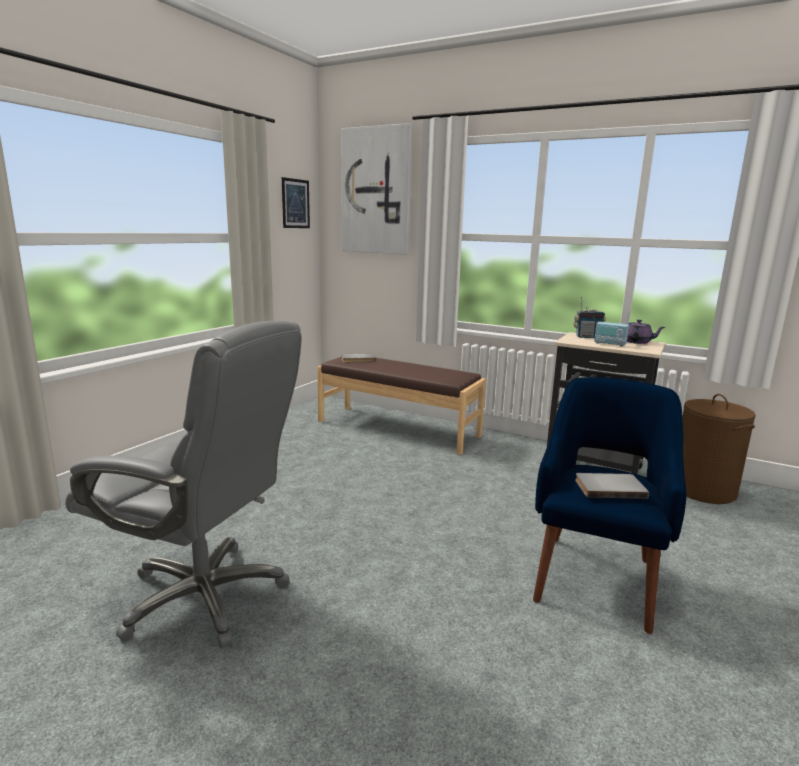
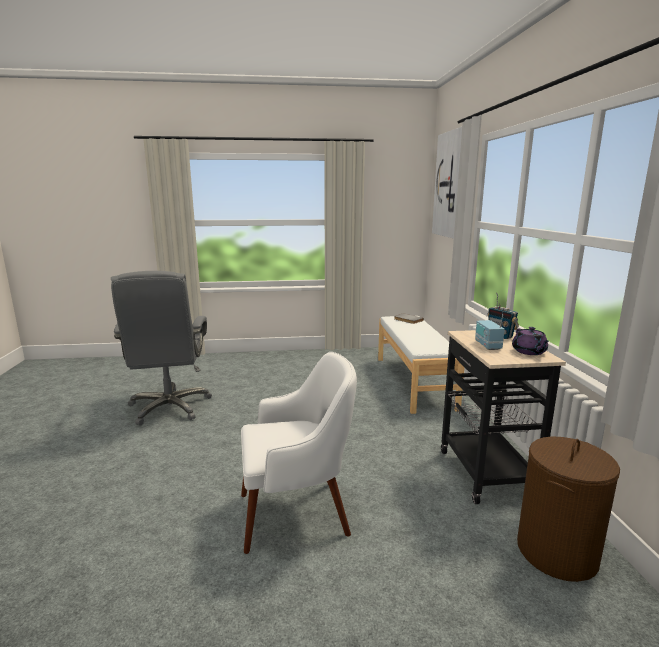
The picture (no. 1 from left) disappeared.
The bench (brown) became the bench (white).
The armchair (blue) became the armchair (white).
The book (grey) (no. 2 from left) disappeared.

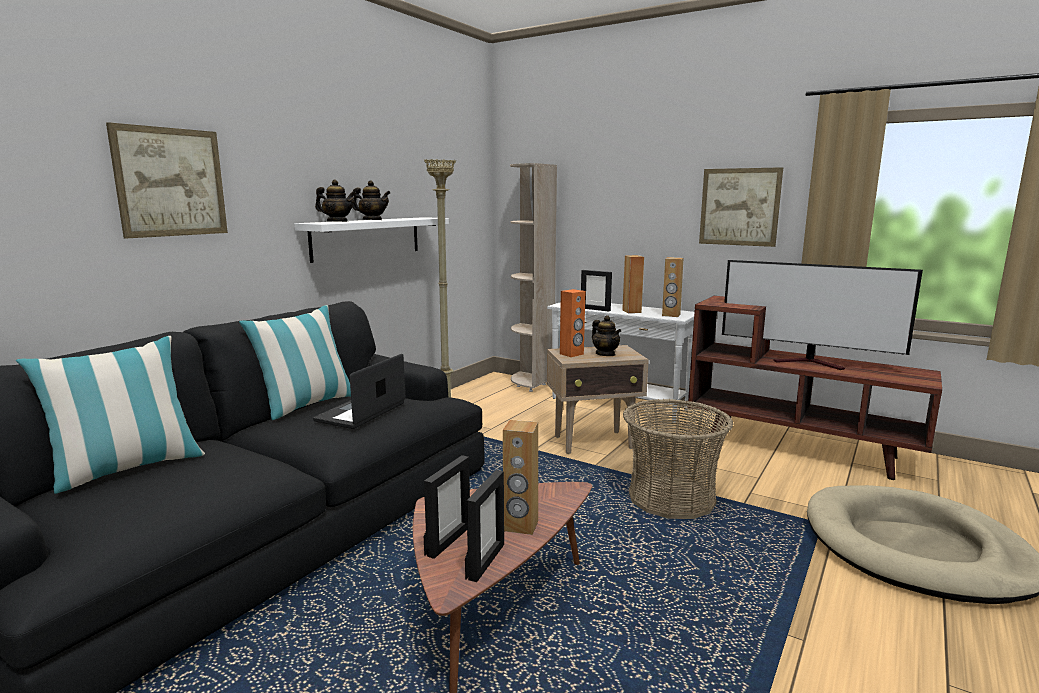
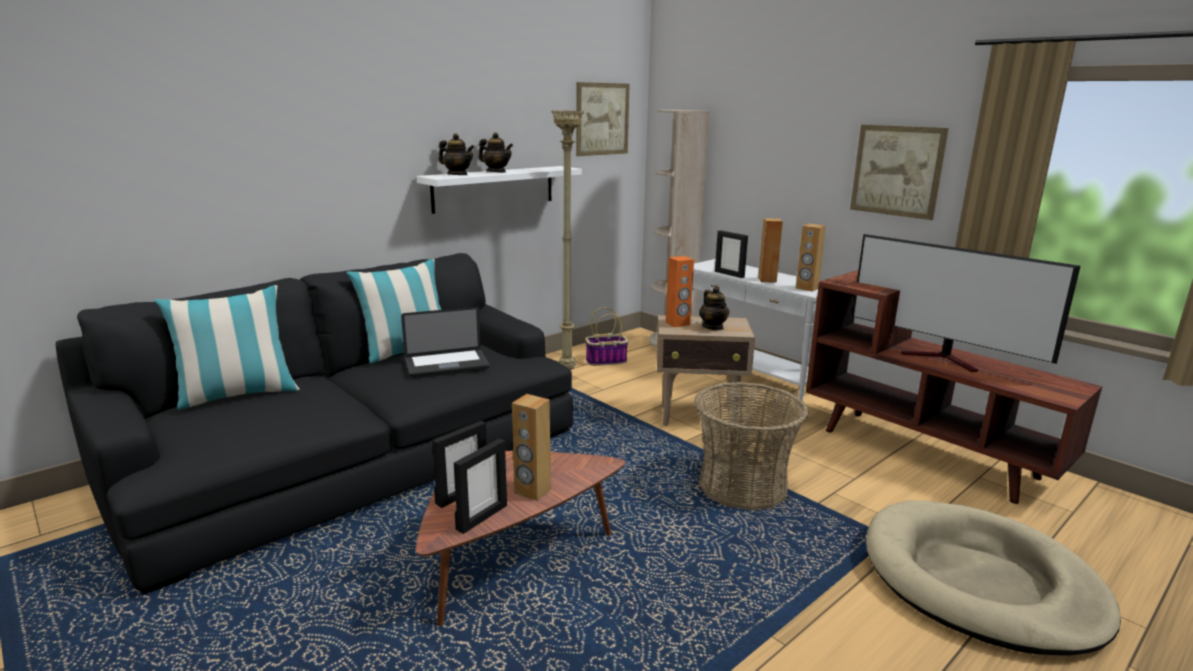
The picture (no. 1 from left) moved.
The laptop turned 150 degrees counterclockwise.
The basket (no. 1 from left) appeared.

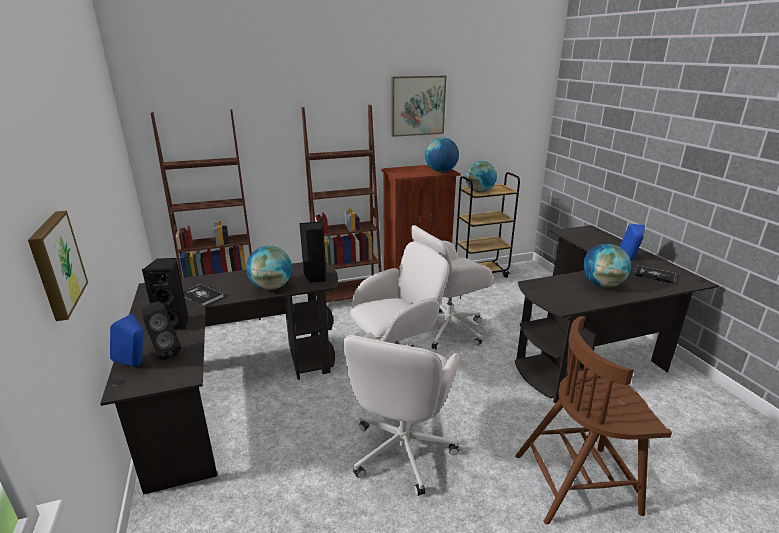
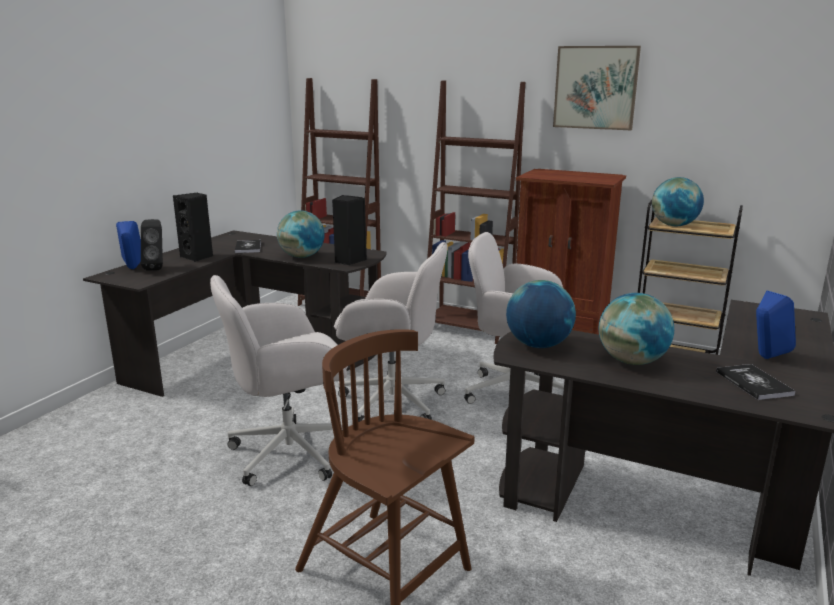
The picture (no. 1 from left) disappeared.
The globe (no. 2 from left) moved.

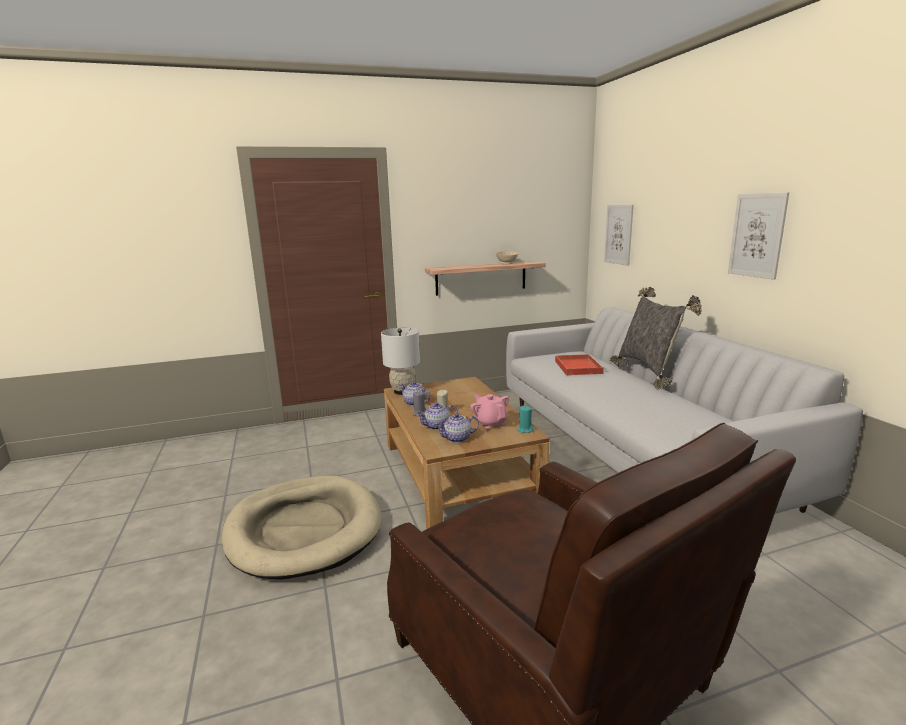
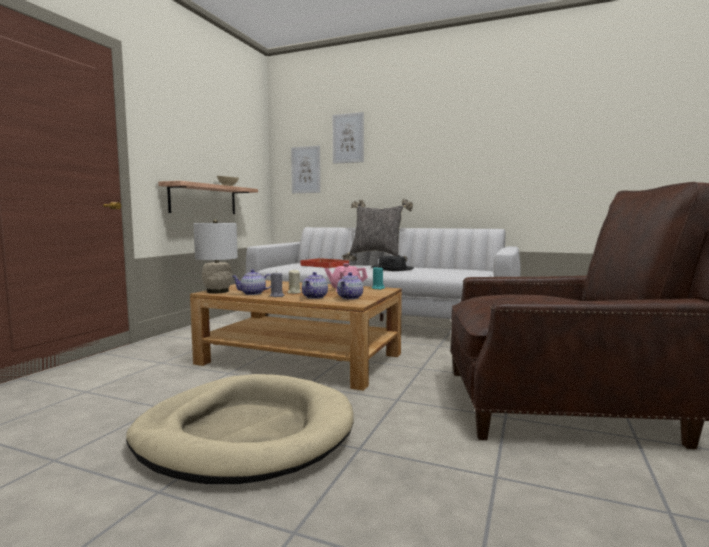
The picture (no. 2 from left) moved.
The hat (black) appeared.

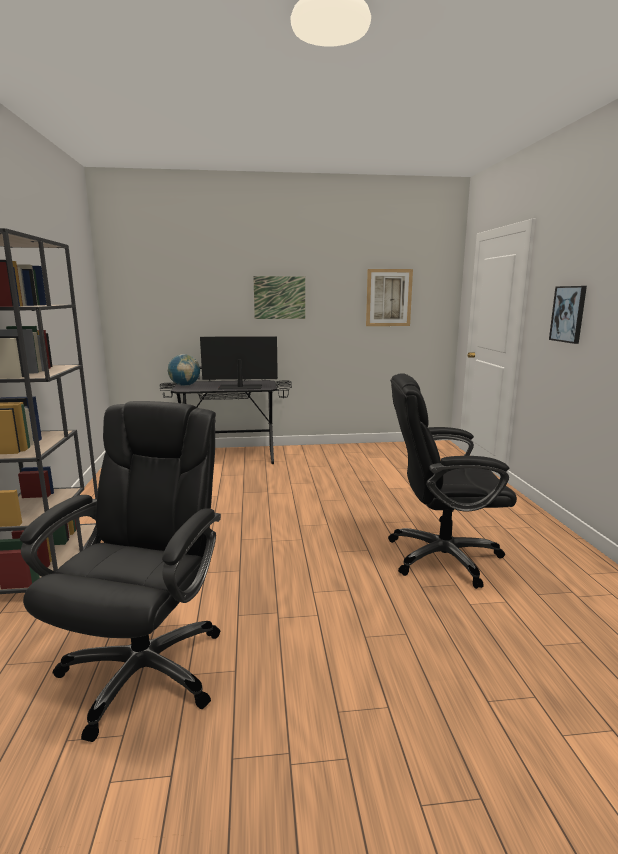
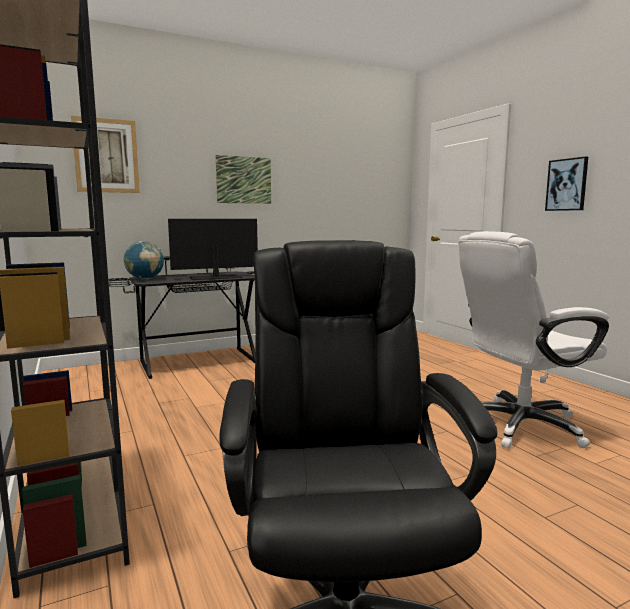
The picture (no. 2 from left in the first image) moved.
The office chair (black) (no. 2 from left) became the office chair (white).

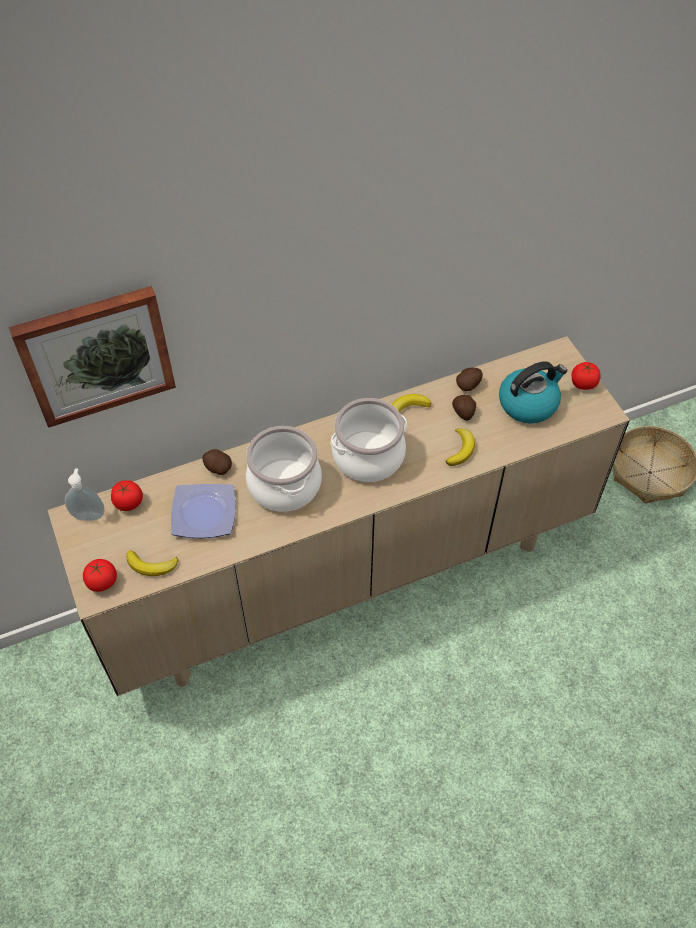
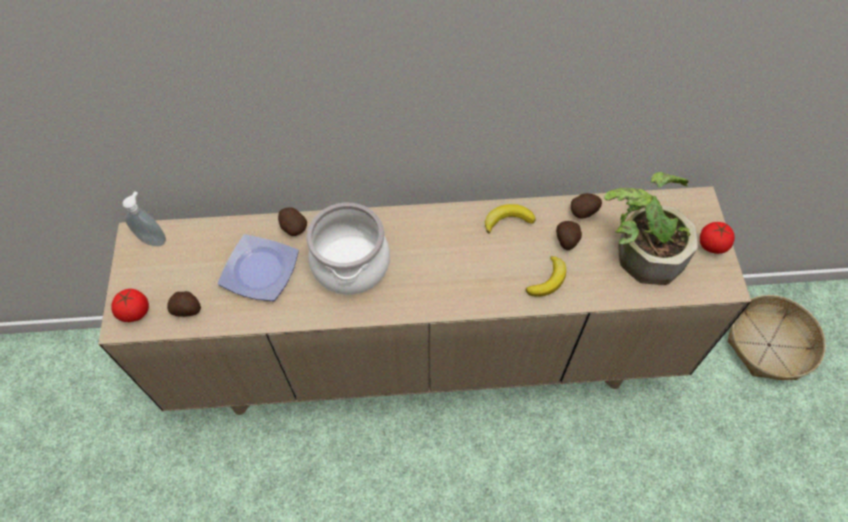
The picture disappeared.
The tomato (no. 2 from left) disappeared.
The banana (no. 1 from left) was replaced by the potato (no. 1 from left).
The cooking pot (no. 2 from left) disappeared.
The kettle was replaced by the potted plant.

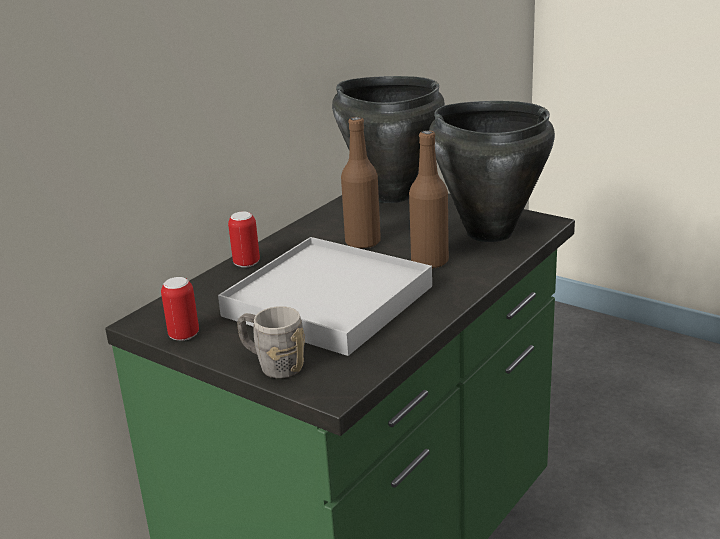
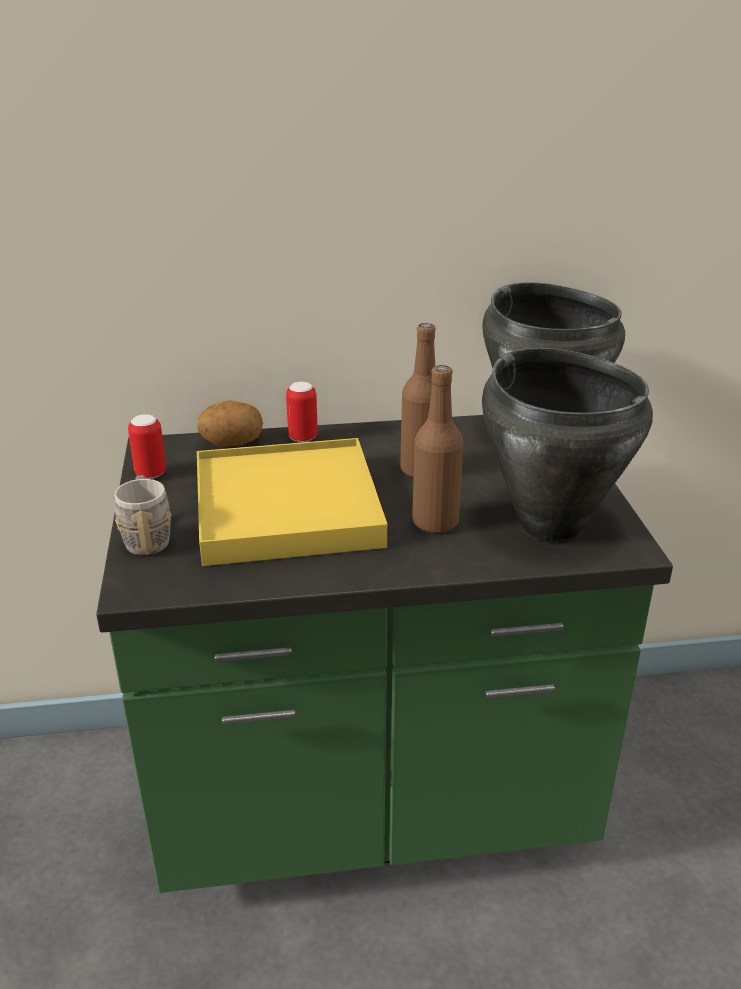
The tray (white) became the tray (yellow).
The potato appeared.

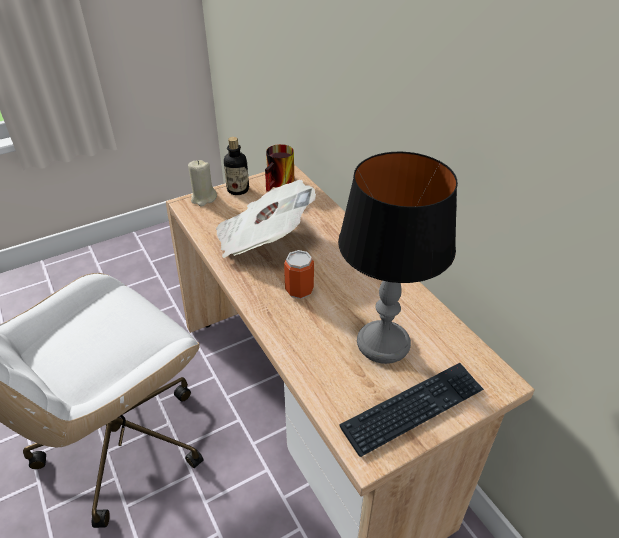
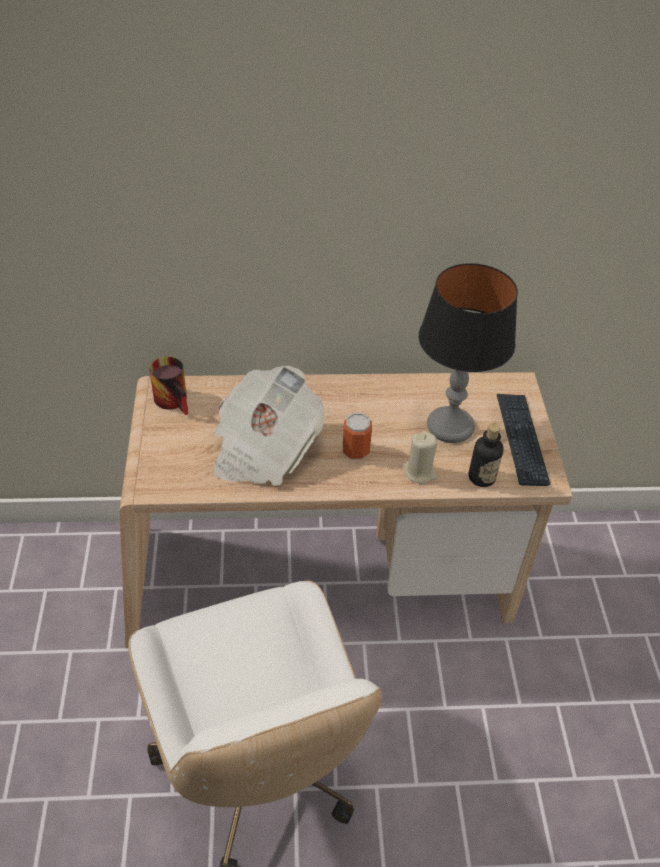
The candle (beige) moved.
The bottle moved.

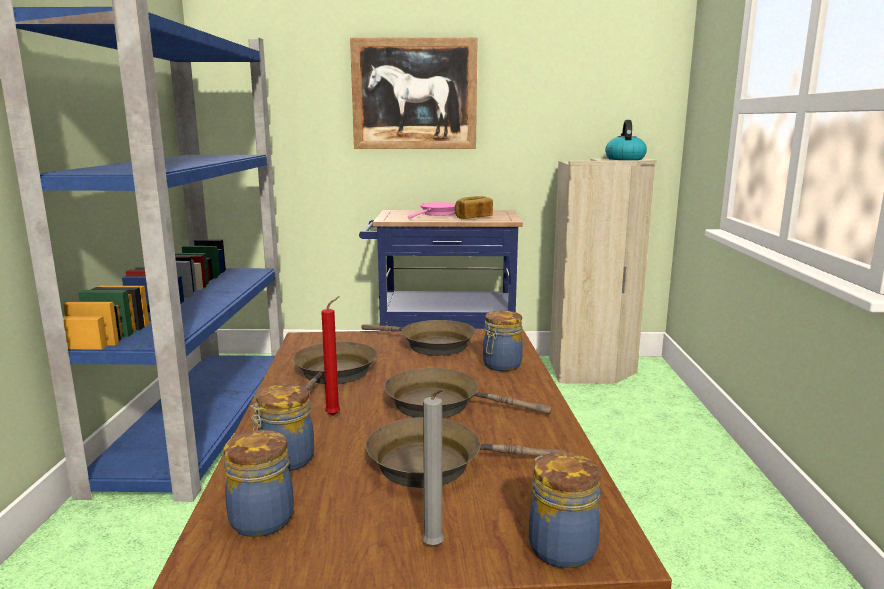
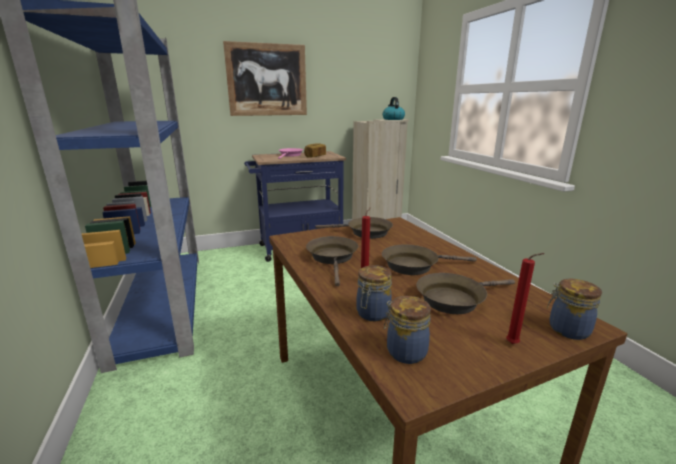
The candle (grey) became the candle (red) (no. 2 from left).
The jar (no. 3 from left) disappeared.

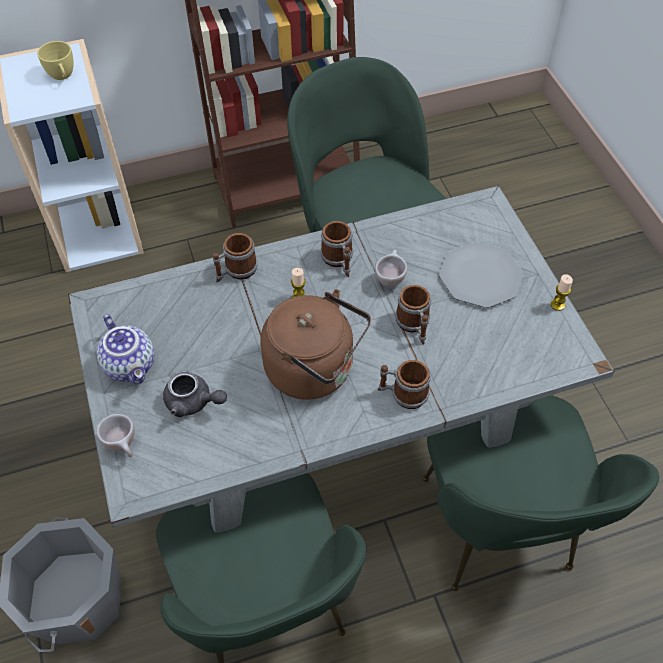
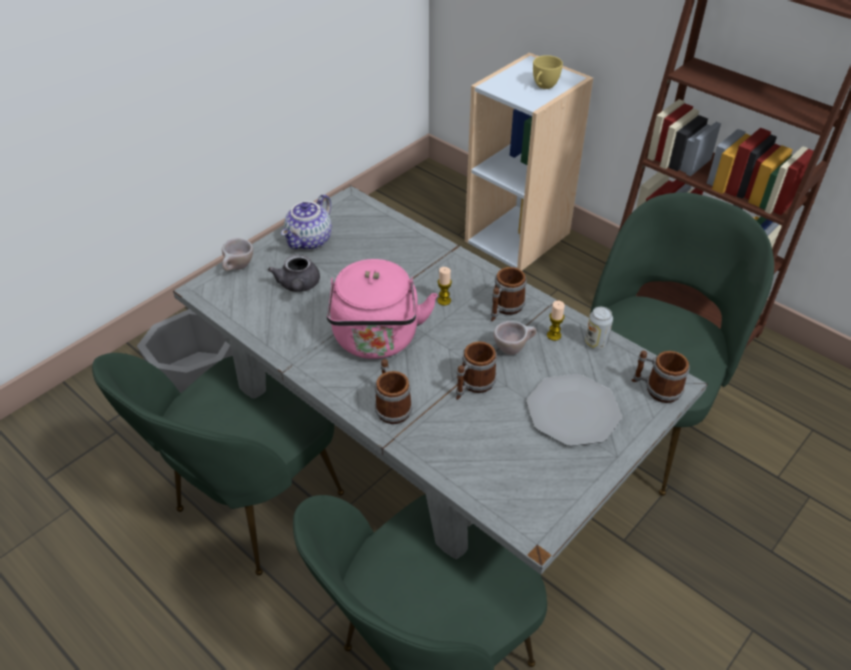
The mug (no. 1 from left in the first image) moved.
The kettle (brown) became the kettle (pink).
The candle (no. 2 from left) moved.
The can appeared.

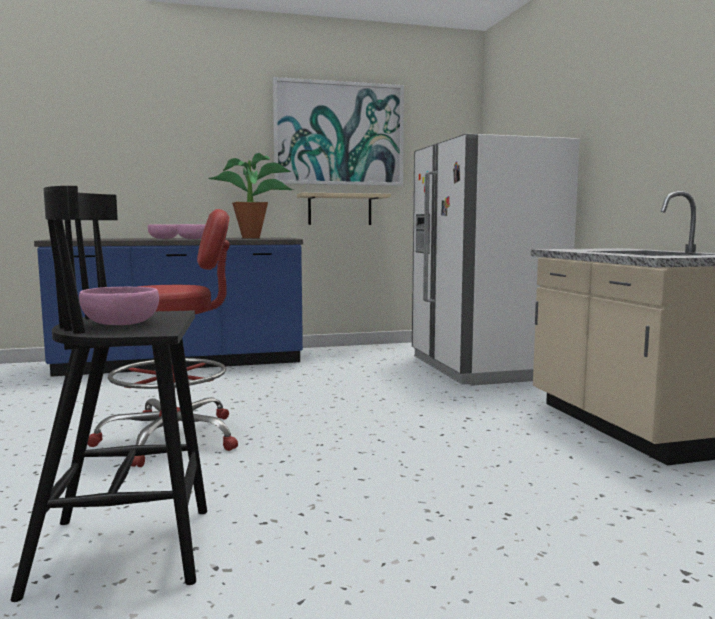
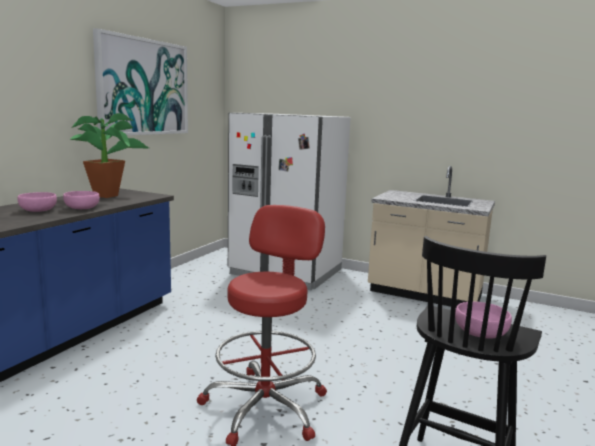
The shelf (beige) disappeared.

